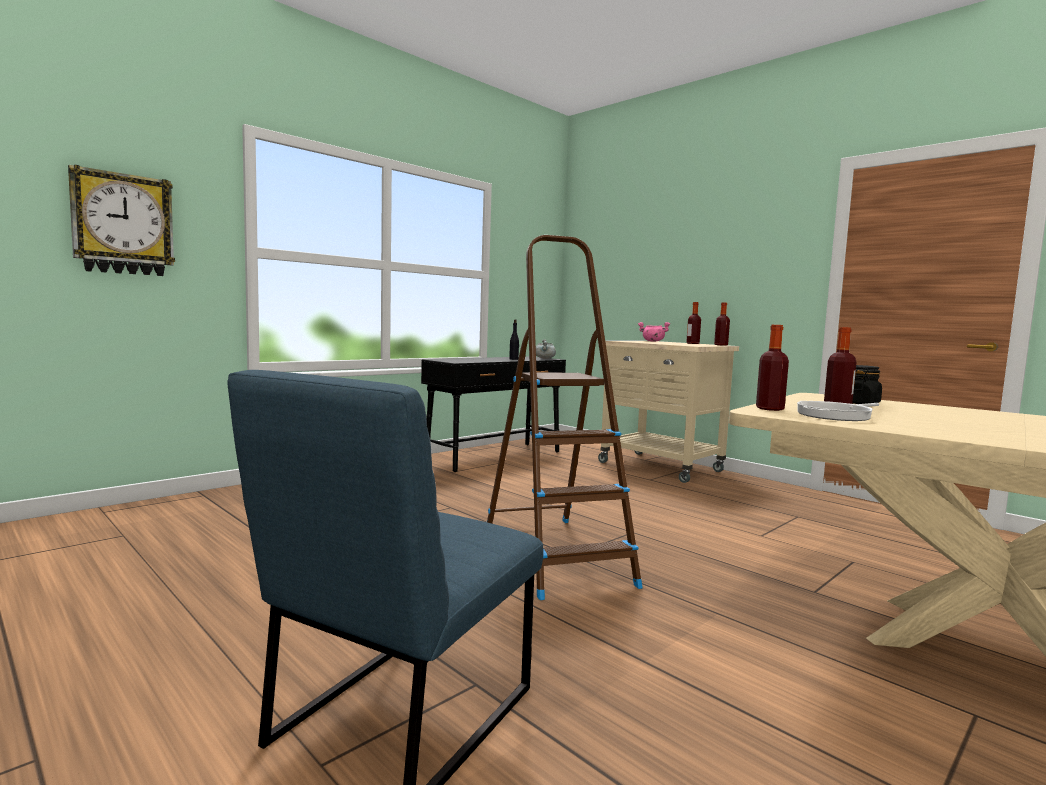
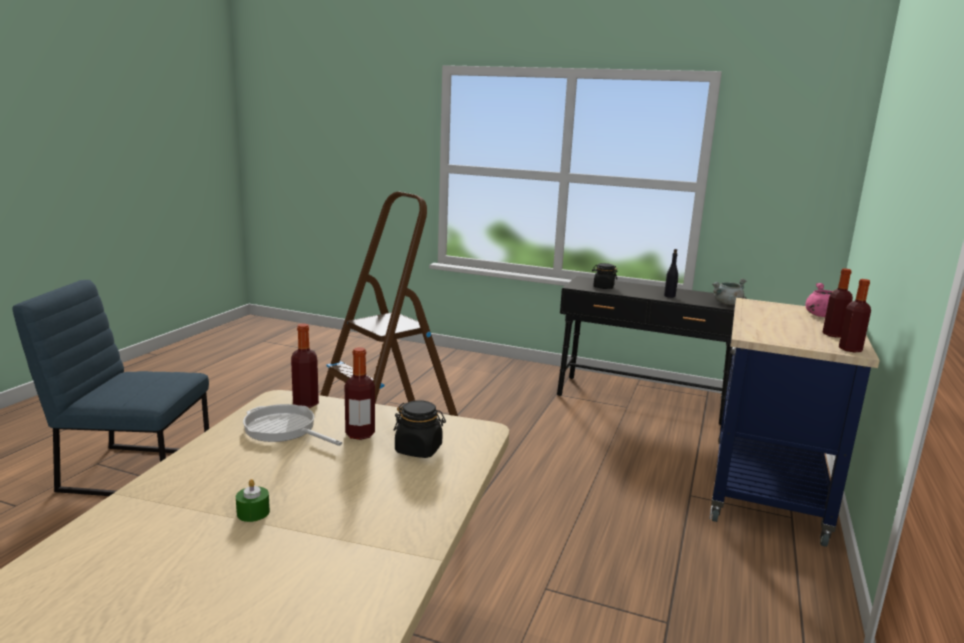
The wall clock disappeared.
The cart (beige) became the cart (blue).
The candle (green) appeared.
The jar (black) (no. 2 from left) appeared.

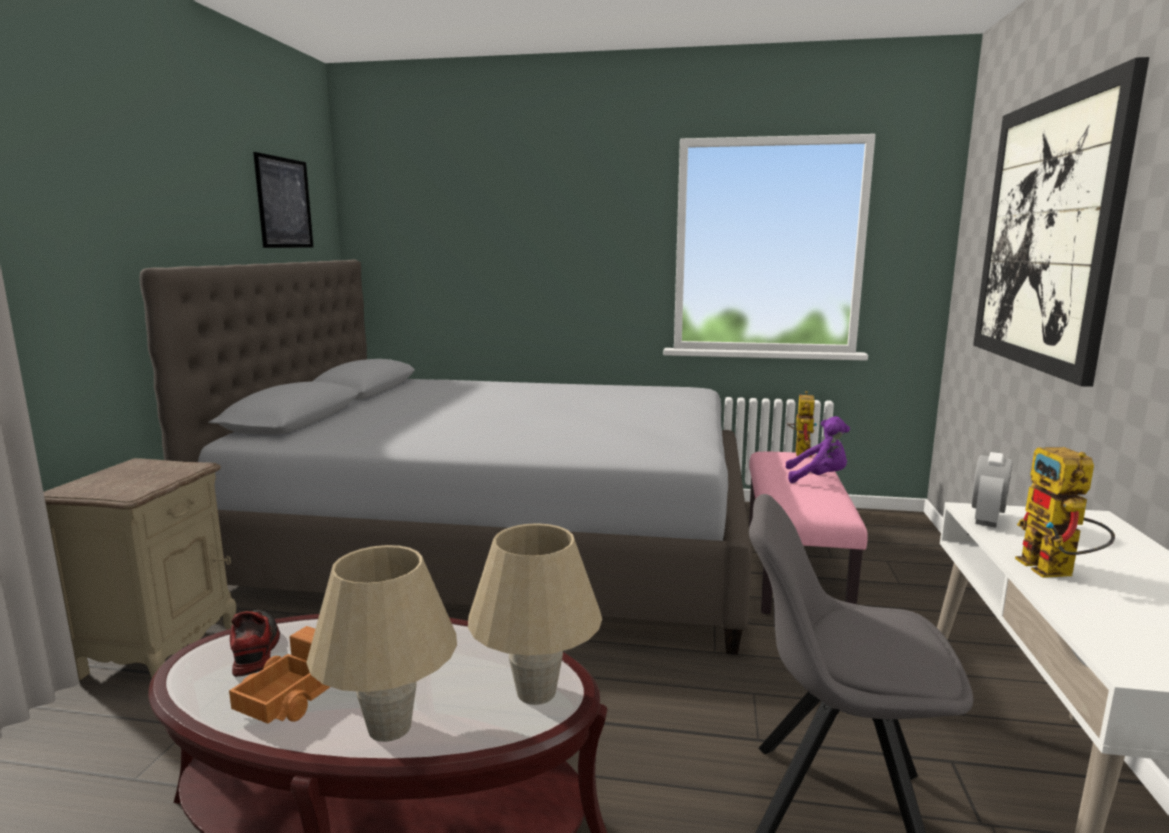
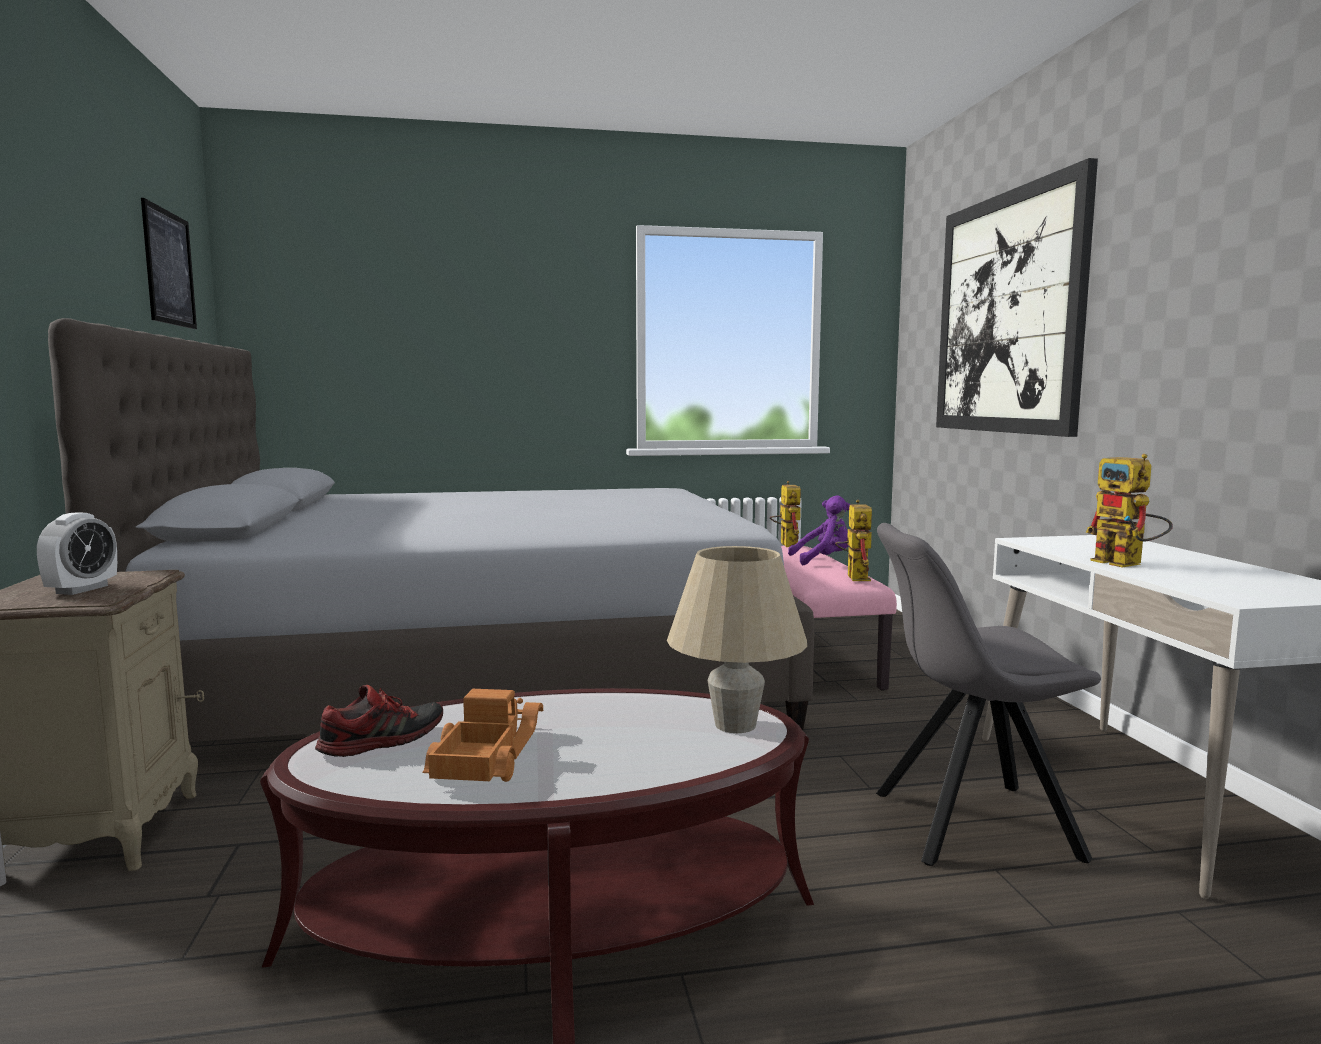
The shoe turned 90 degrees clockwise.
The table lamp (beige) (no. 1 from left) disappeared.
The alarm clock moved.
The toy robot (no. 2 from left) appeared.

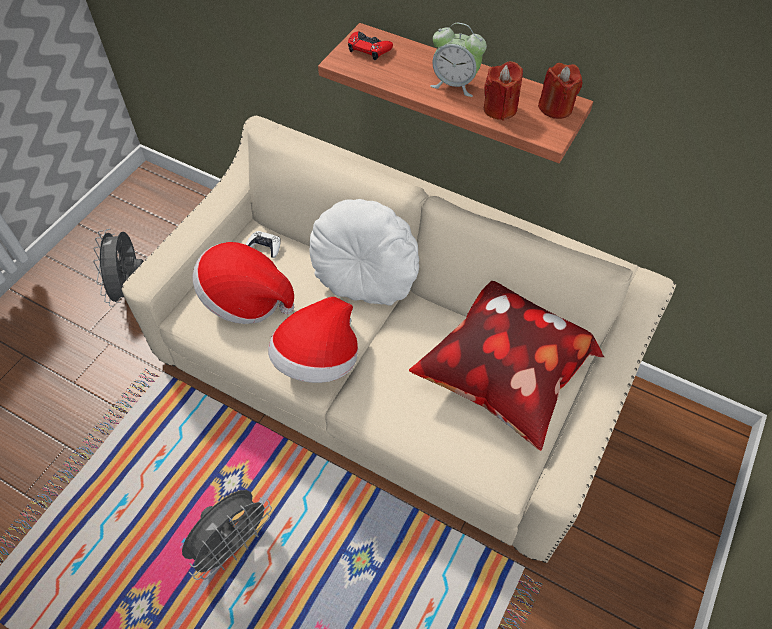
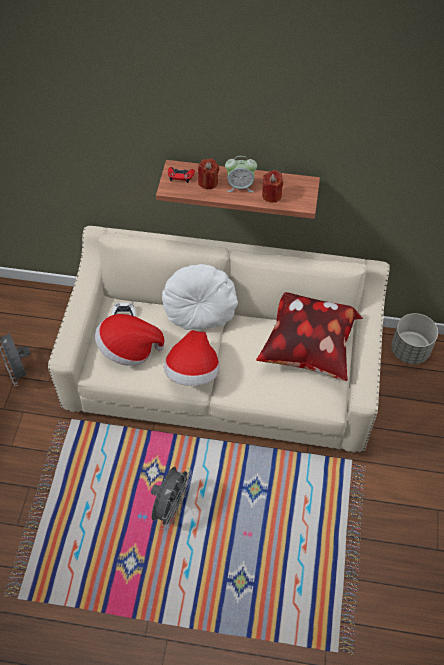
The candle (red) (no. 2 from left in the first image) moved.
The planter (grey) appeared.

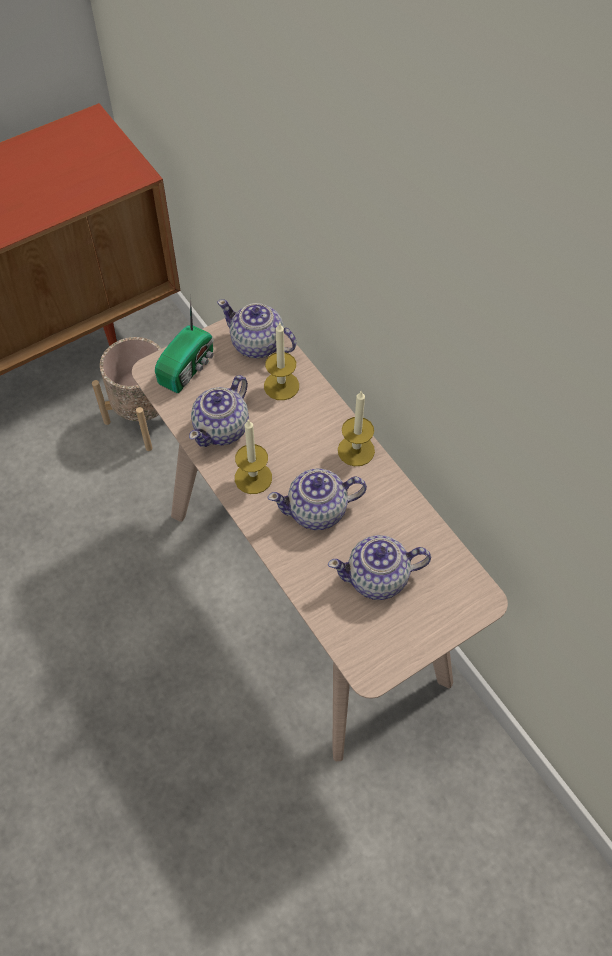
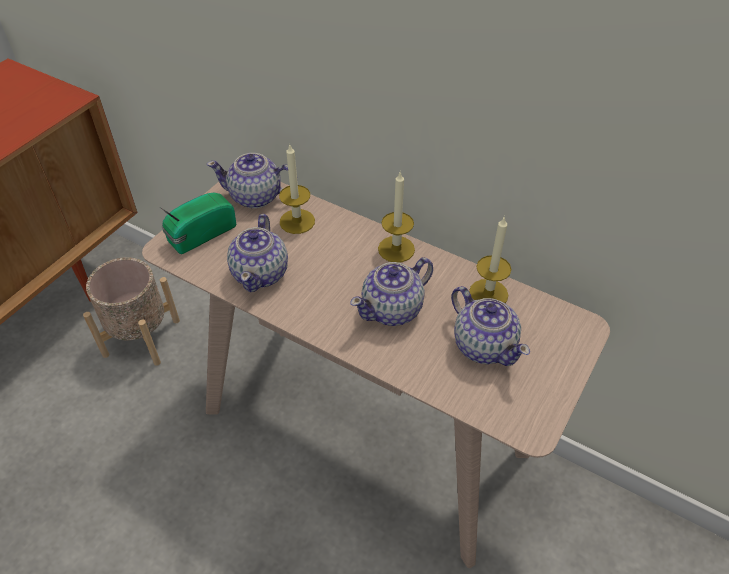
The radio turned 135 degrees counterclockwise.
The candle (no. 1 from left in the first image) moved.
The teapot (no. 4 from left) turned 90 degrees counterclockwise.

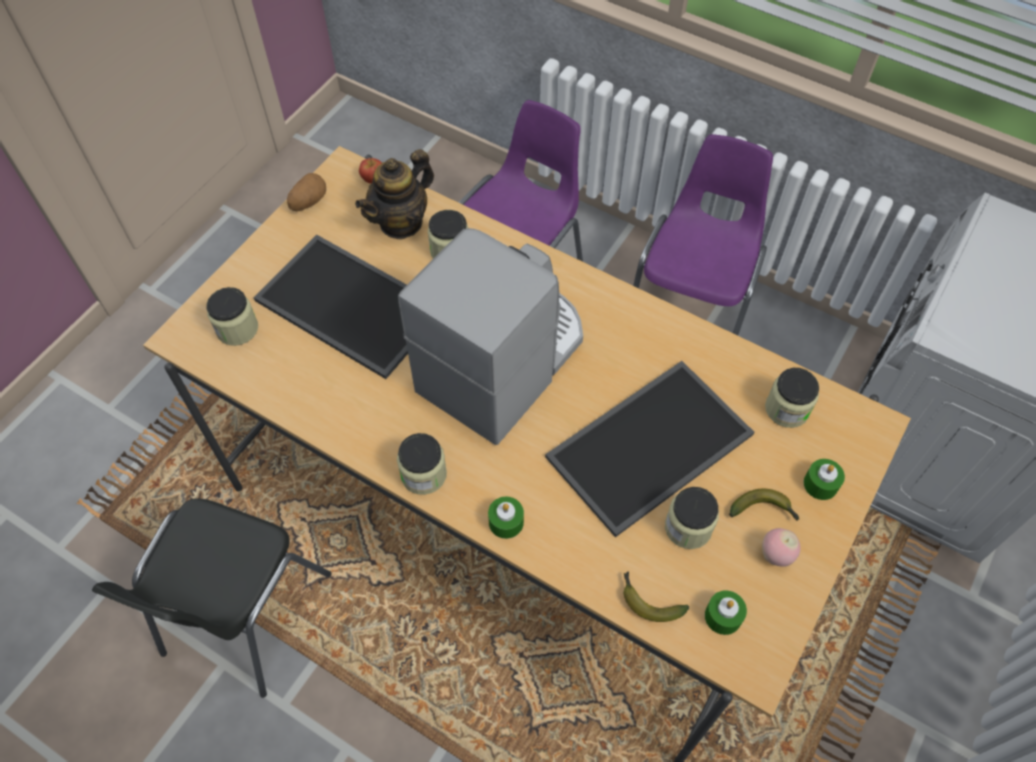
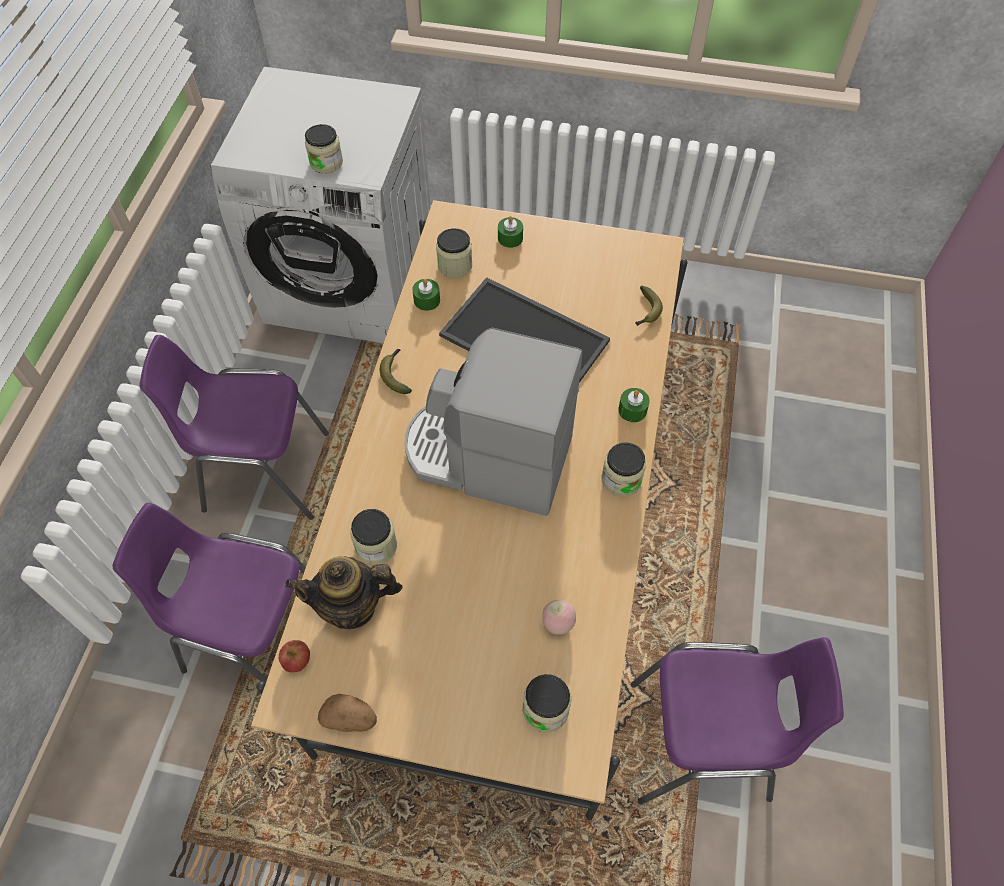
The chair (black) became the chair (purple) (no. 3 from left).
The tray (no. 1 from left) disappeared.
The teapot turned 150 degrees clockwise.
The jar (no. 4 from left in the first image) moved.
The candle (green) (no. 2 from left in the first image) moved.
The banana (no. 2 from left in the first image) moved.
The apple (no. 2 from left) moved.

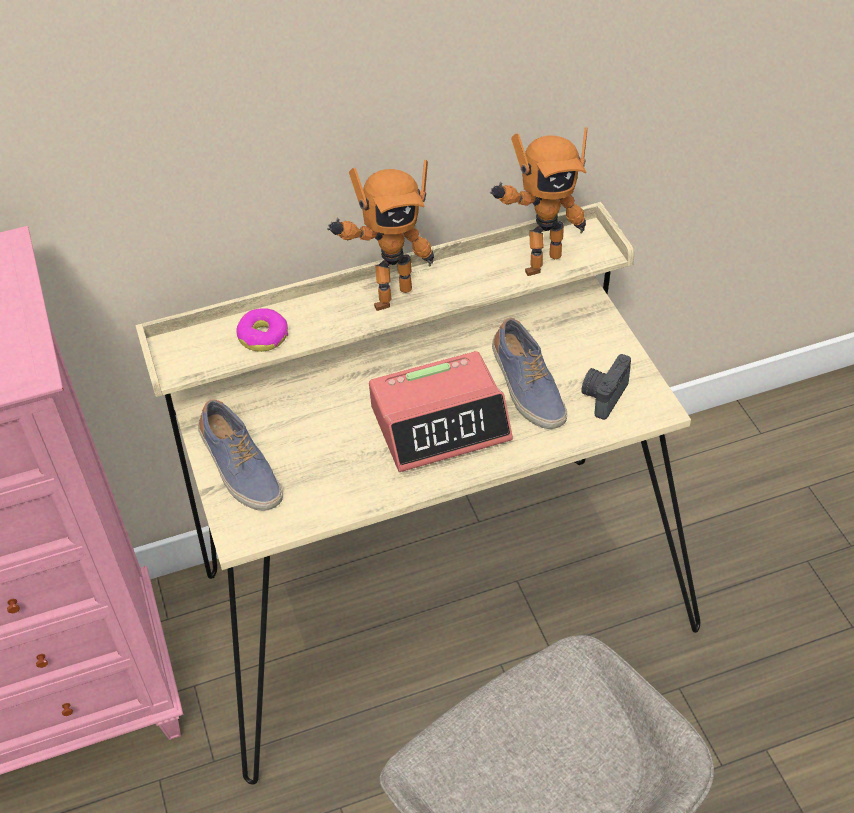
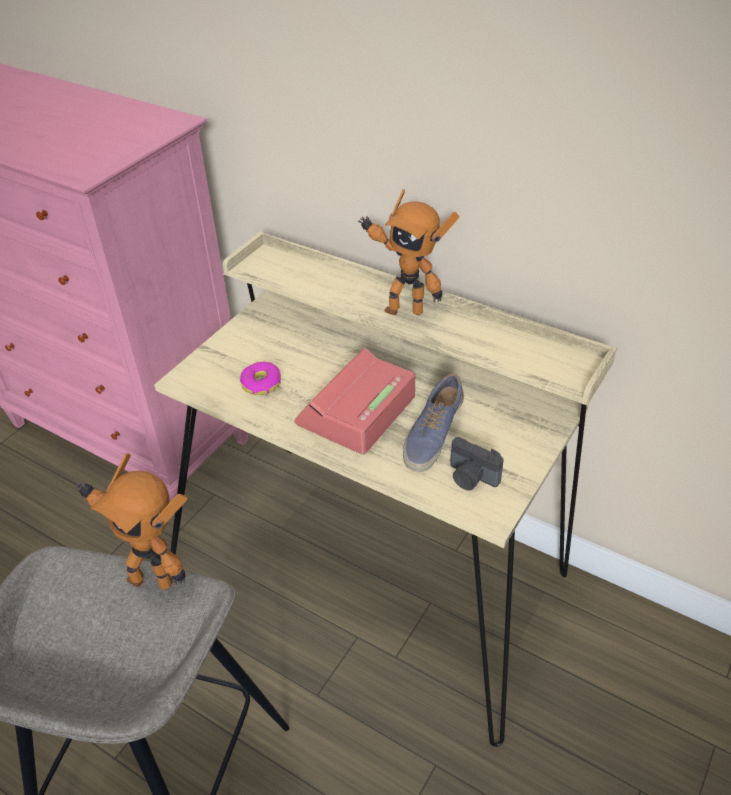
The shoe (no. 1 from left) disappeared.
The donut moved.
The alarm clock turned 90 degrees clockwise.
The toy robot (no. 2 from left in the first image) moved.
The photo camera turned 135 degrees counterclockwise.

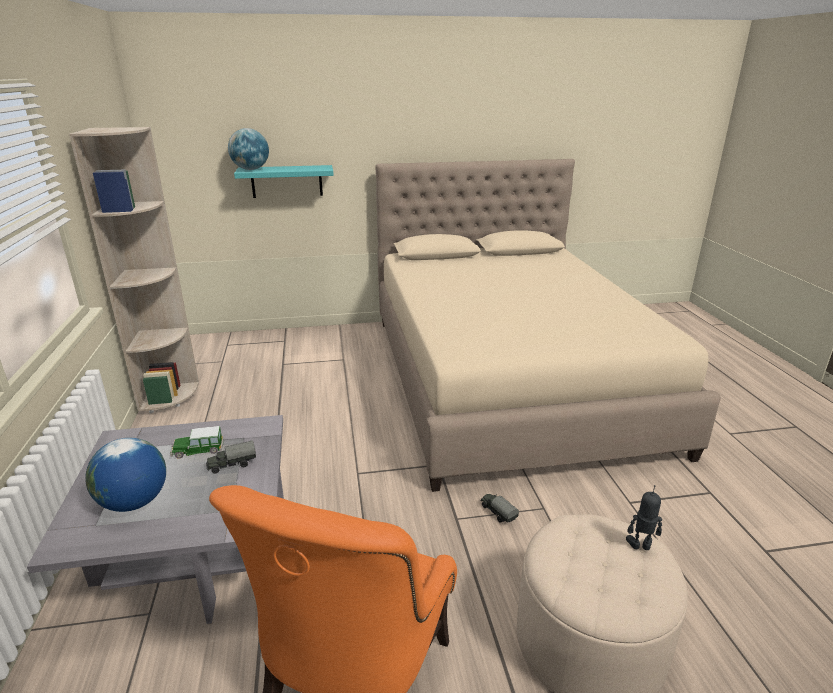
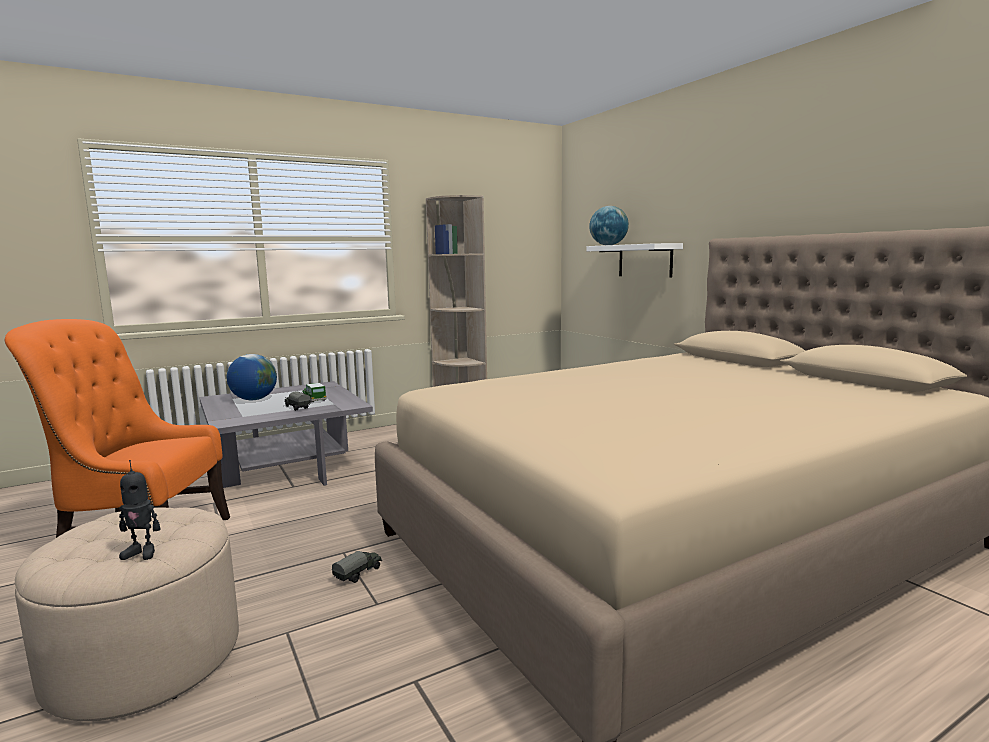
The shelf (turquoise) became the shelf (white).
The toy robot turned 105 degrees clockwise.

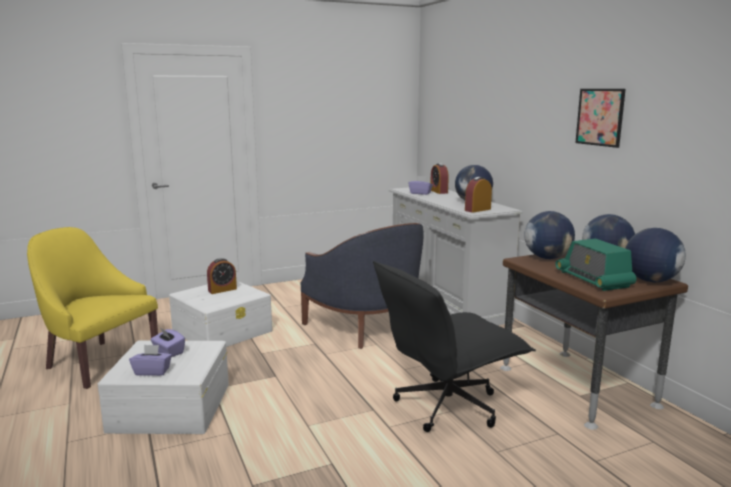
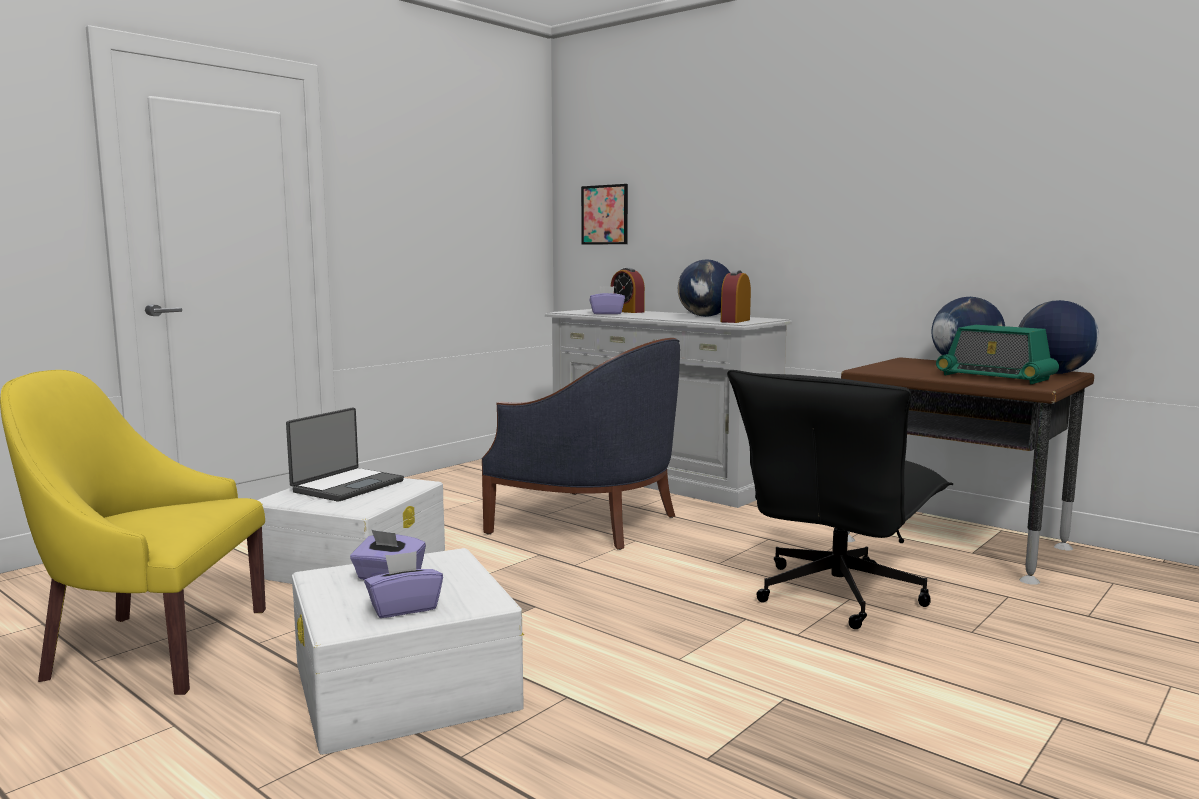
The alarm clock (no. 1 from left) was replaced by the laptop.
The globe (no. 2 from left) disappeared.
The picture moved.

